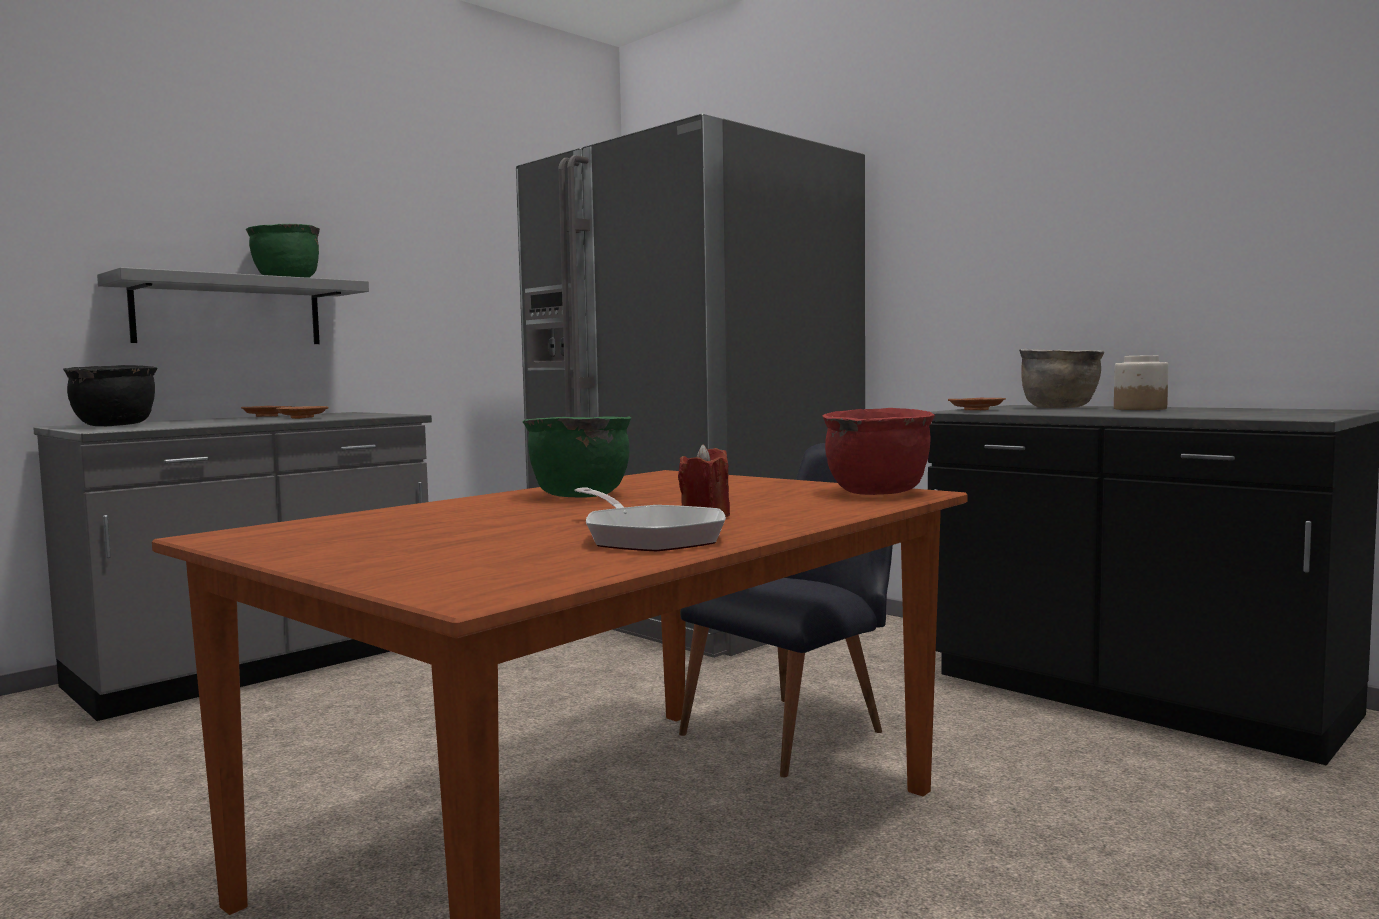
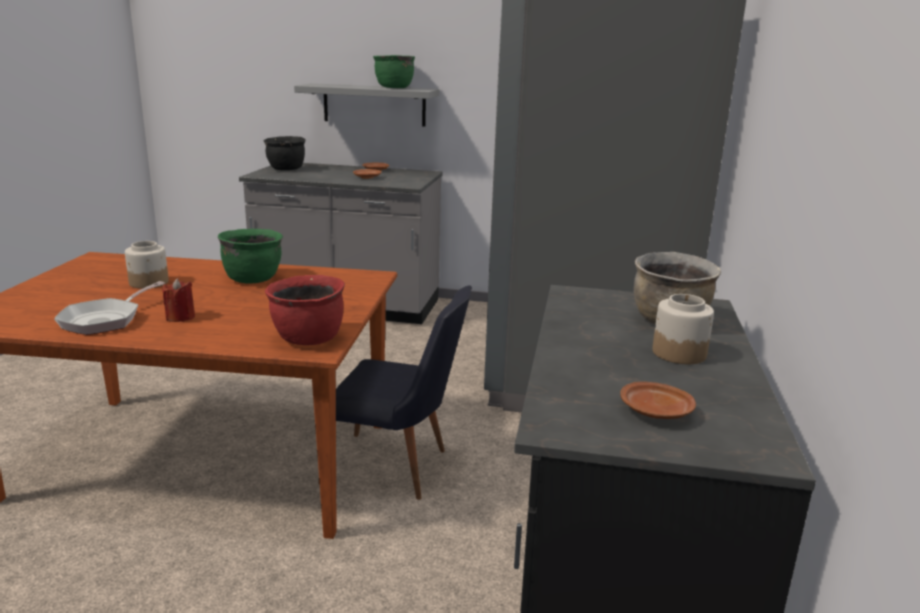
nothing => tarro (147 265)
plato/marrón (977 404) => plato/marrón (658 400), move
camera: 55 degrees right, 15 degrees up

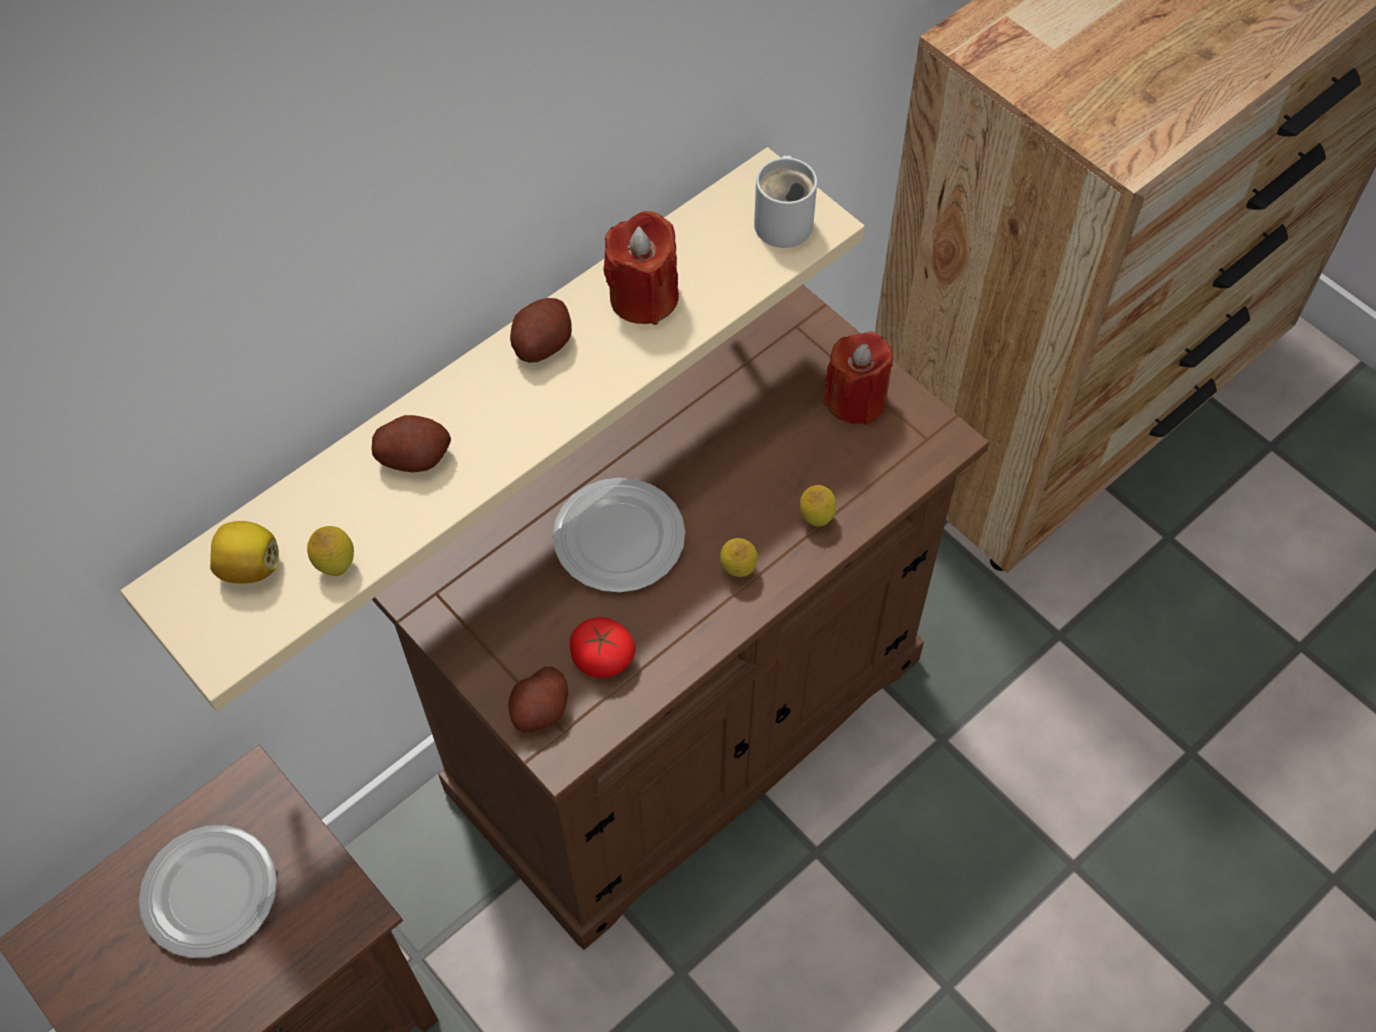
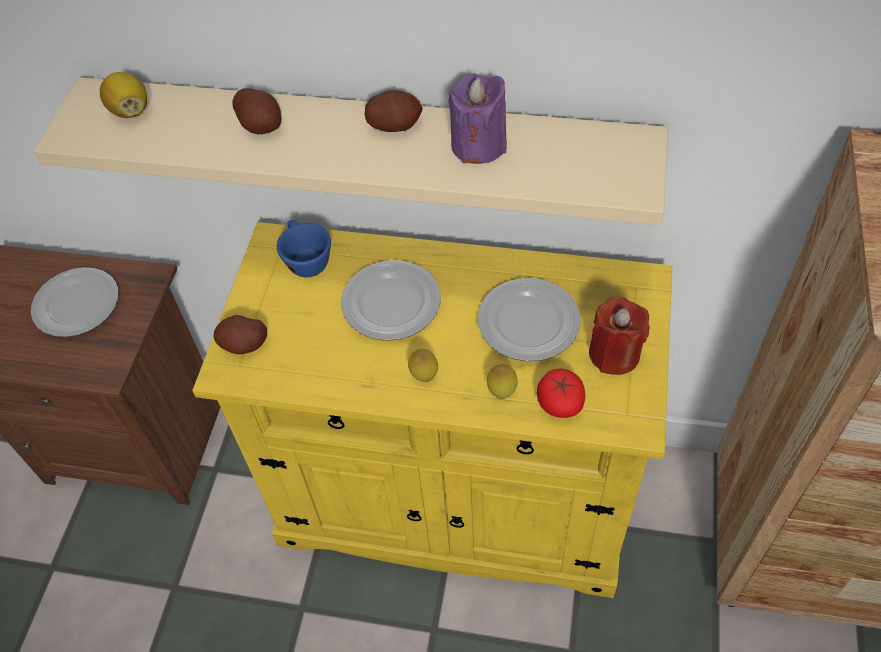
armario/marrón (681 617) => armario/amarillo (432 410)
nothing => taza/azul (304 248)
vela/rojo (641 268) => vela/morado (477 119)
nothing => plato (529 319)
tomate (603 647) => tomate (561 393), move
limón (330 551) => nothing
taza grande/blanco (785 202) => nothing
camera: 55 degrees right, 5 degrees down

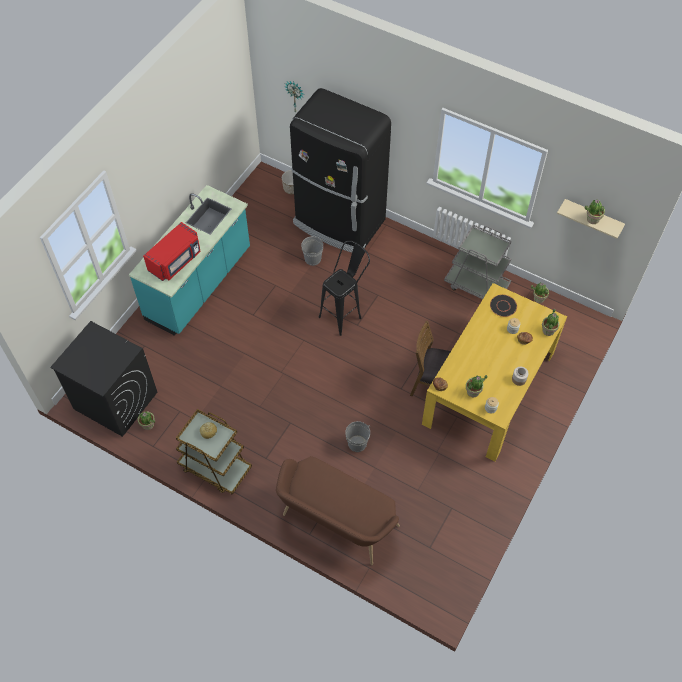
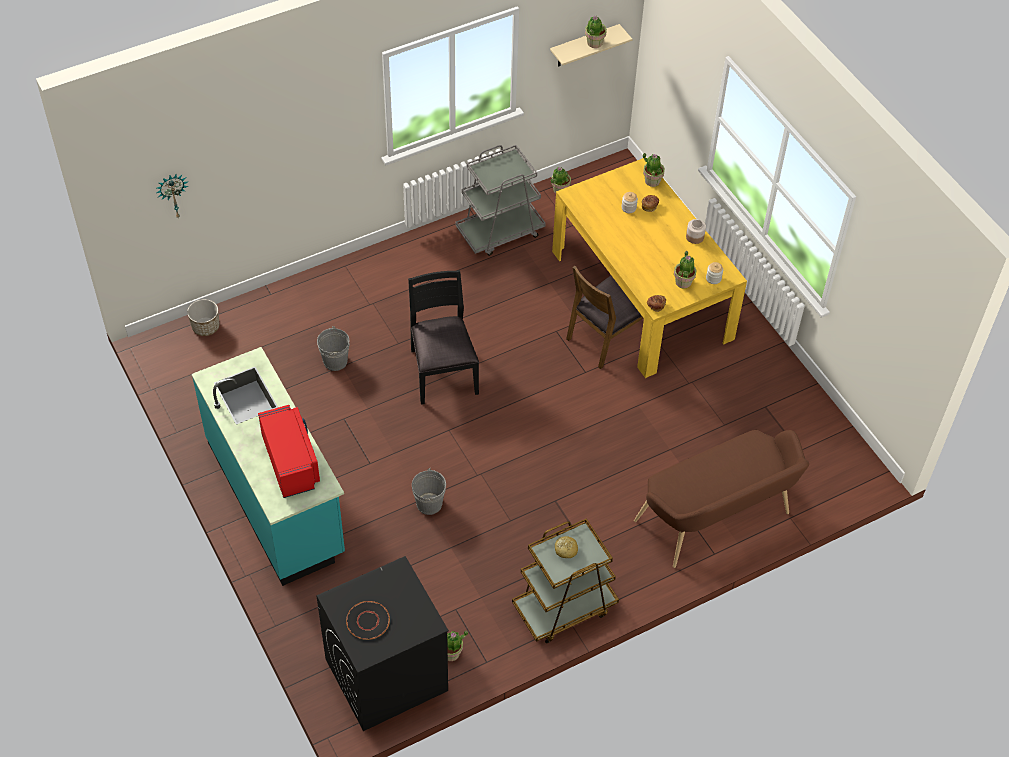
plato/negro (503 305) => plato/negro (368 620), move
taburete/negro (344 288) => silla/negro (443 337)
cubo/gris (357 436) => cubo/gris (429 491), move
nevera/negro (340 170) => nothing
camera: 60 degrees left, 5 degrees down

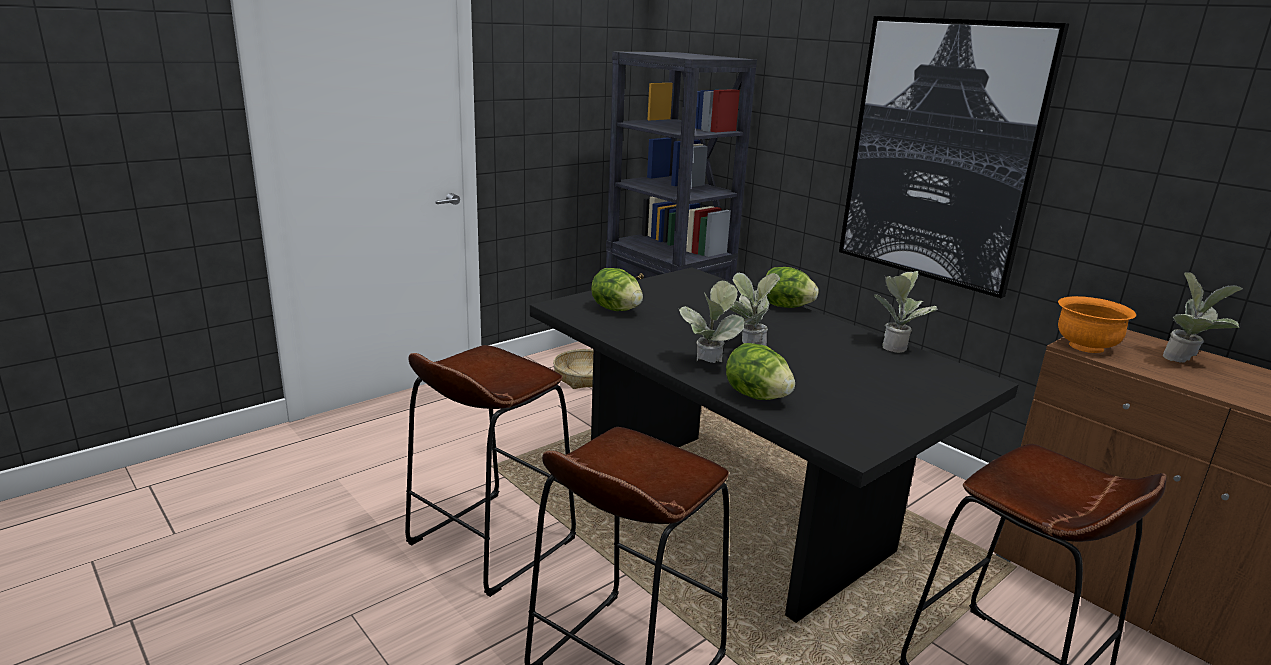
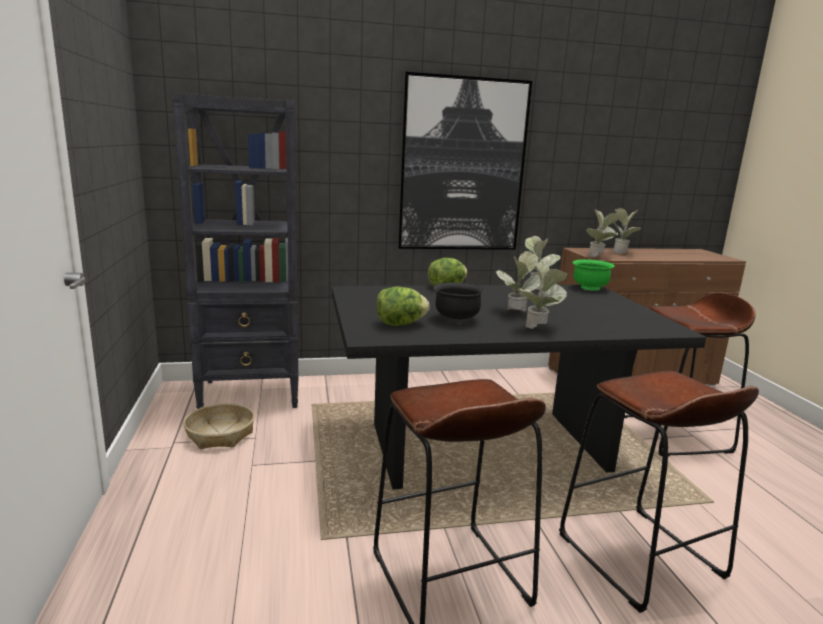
nothing => cuenco/negro (459 303)
nothing => cuenco/verde (593 275)
cuenco/naranja (1097 324) => planta en maceta (603 233)
lechuga (760 371) => nothing
camera: 60 degrees left, 5 degrees down

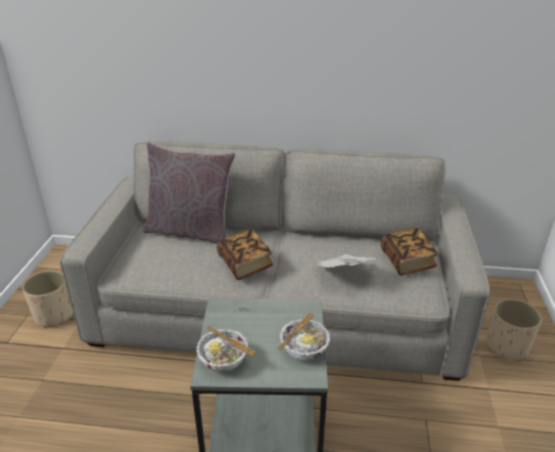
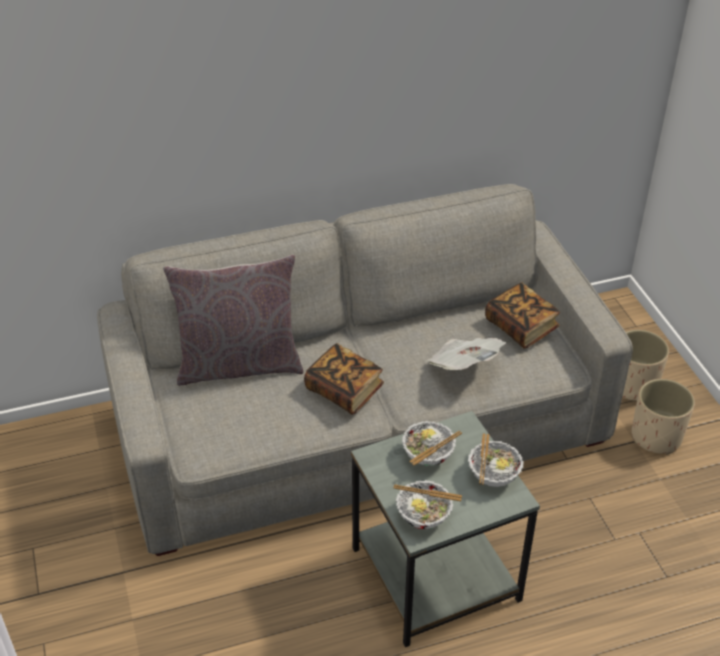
nothing => cuenco (432 443)
maceta/beis (47 299) => maceta/beis (663 417), move
camera: 25 degrees left, 10 degrees up

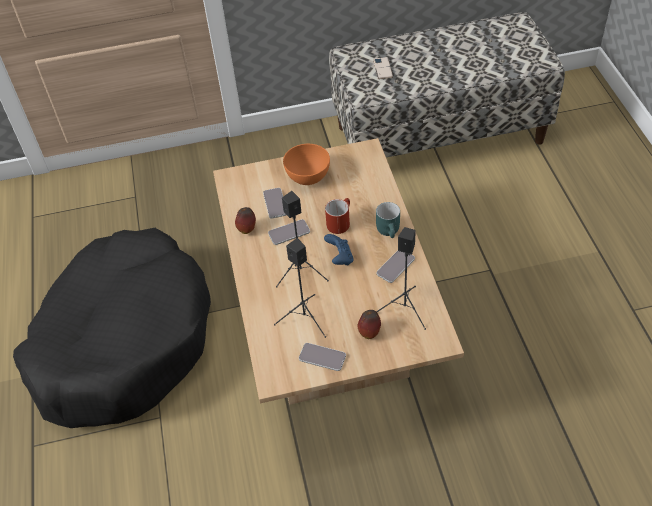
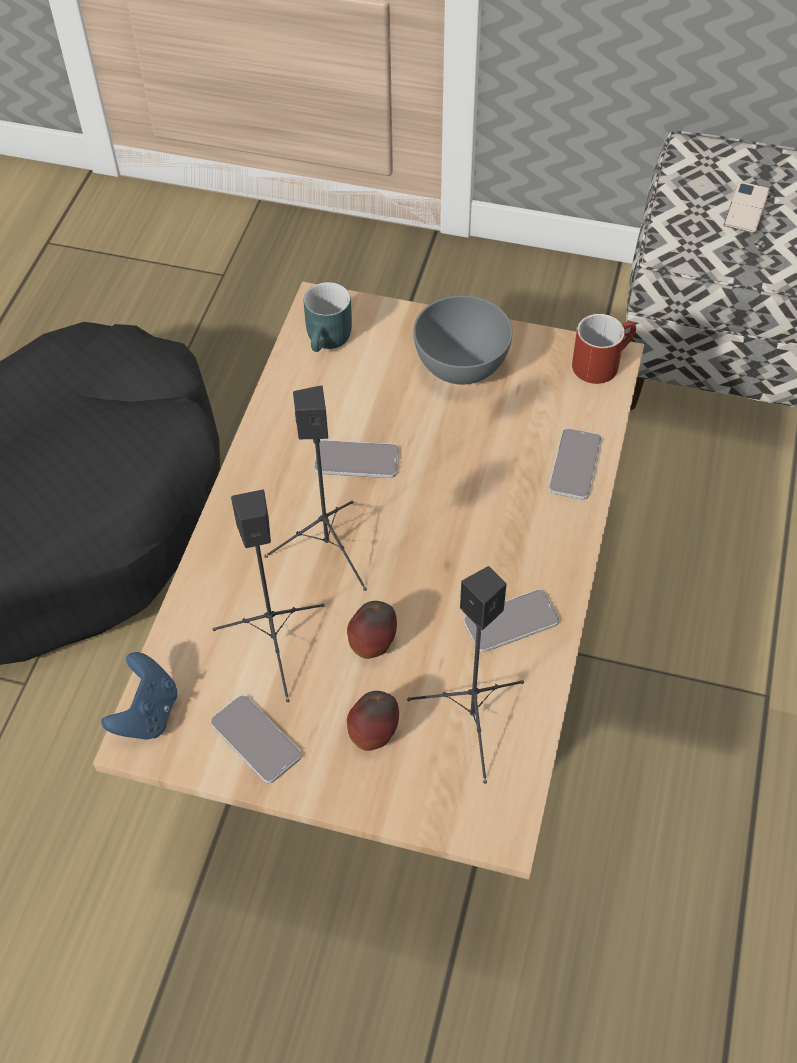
mando de consola/azul (339 249) => mando de consola/azul (139 696), move
taza grande/turquesa (388 220) => taza grande/turquesa (328 317), move
manzana (245 220) => manzana (372 630), move
cuenco/naranja (306 164) => cuenco/gris (463 340)
móvil (274 203) => móvil (575 464), move
taza grande/rojo (337 216) => taza grande/rojo (604 349), move
camera: 25 degrees right, 5 degrees up

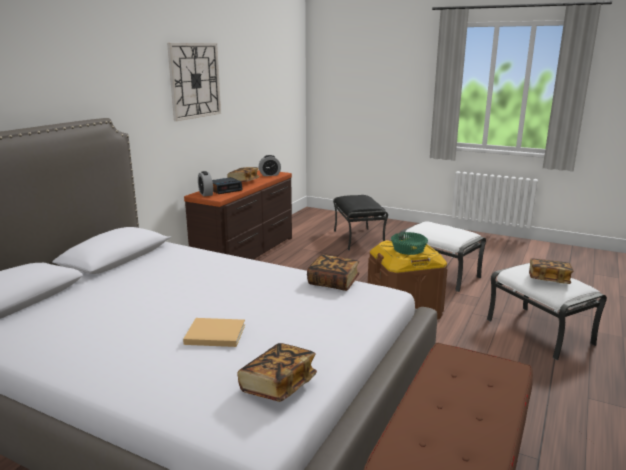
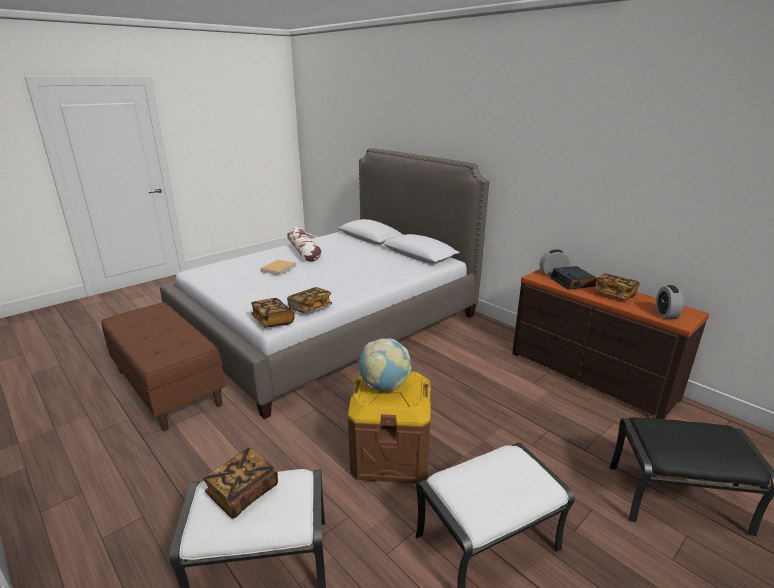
libro (277 372) => libro (273 313), move
nothing => cojín (304 244)
cuenco/verde (409 243) => globo terráqueo (385 364)
reloj de pared (194 82) => nothing
camera: 110 degrees right, 5 degrees up

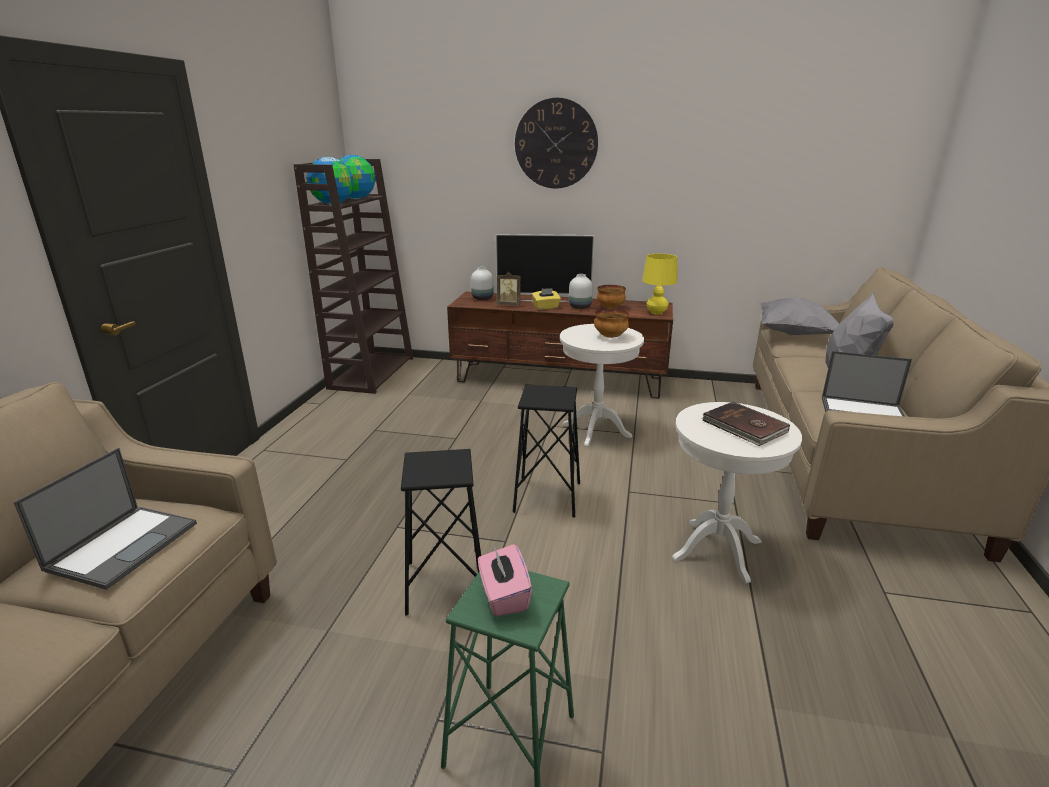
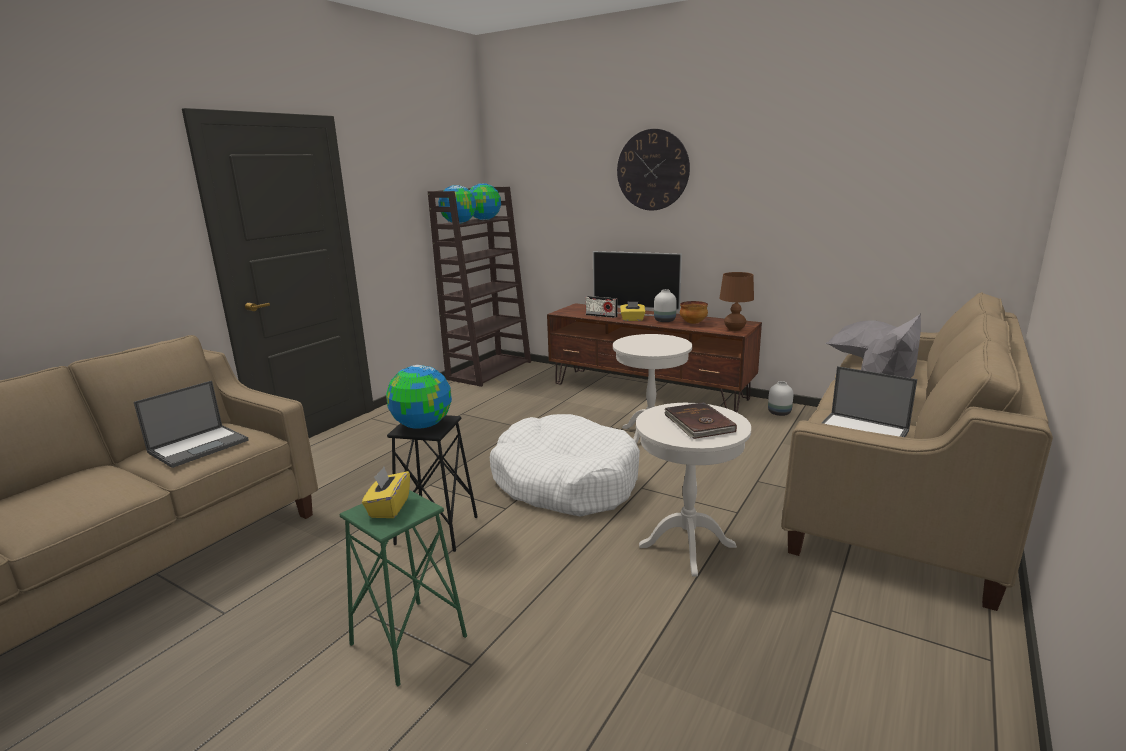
caja de pañuelos/rosa (505 580) => caja de pañuelos/amarillo (386 492)
nothing => globo terráqueo (419 397)
taburete/negro (546 451) => cama para perro/blanco (565 465)
portarretratos (509 289) => radio (601 307)
lámpara de mesa/amarillo (659 284) => lámpara de mesa/marrón (736 301)
florero/blanco (482 283) => florero/blanco (780 398), move
cuenco (611 323) => nothing
camera: 20 degrees right, 5 degrees down

